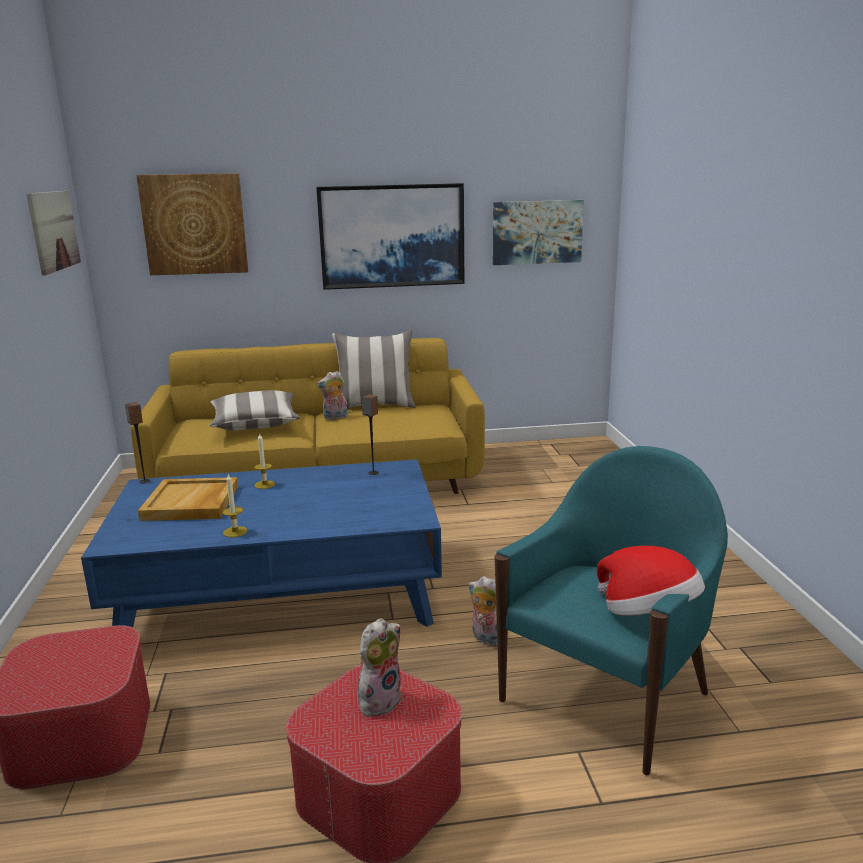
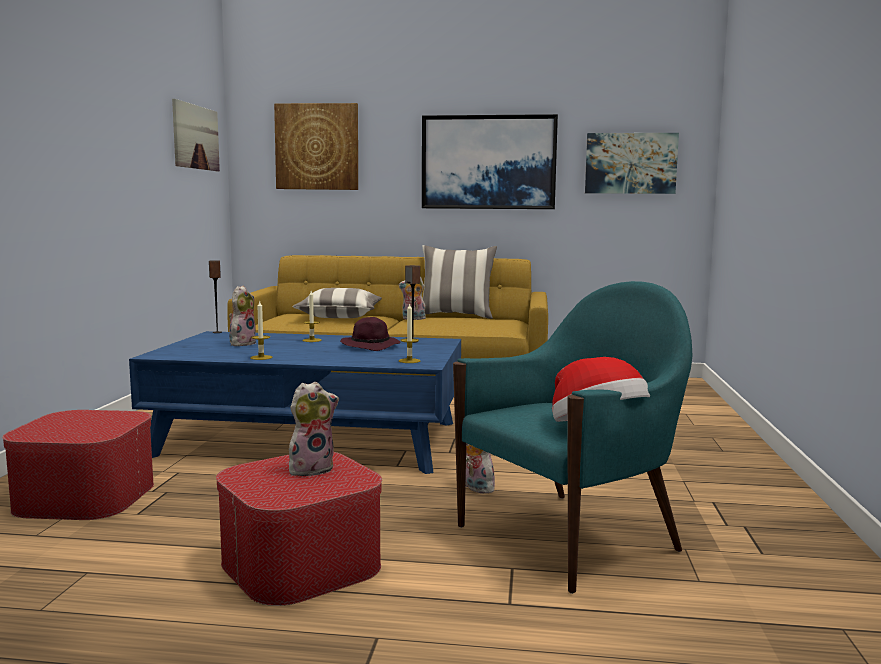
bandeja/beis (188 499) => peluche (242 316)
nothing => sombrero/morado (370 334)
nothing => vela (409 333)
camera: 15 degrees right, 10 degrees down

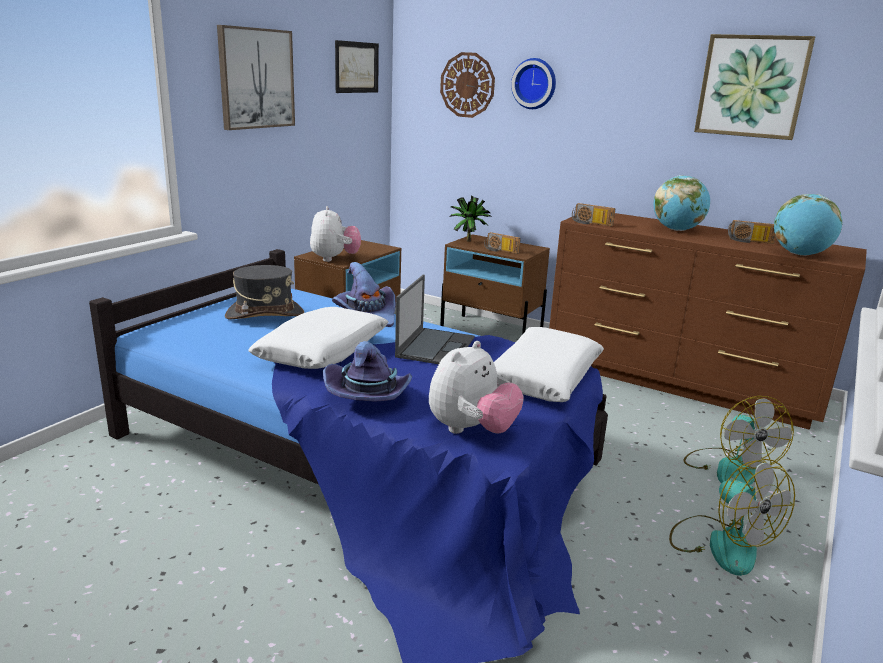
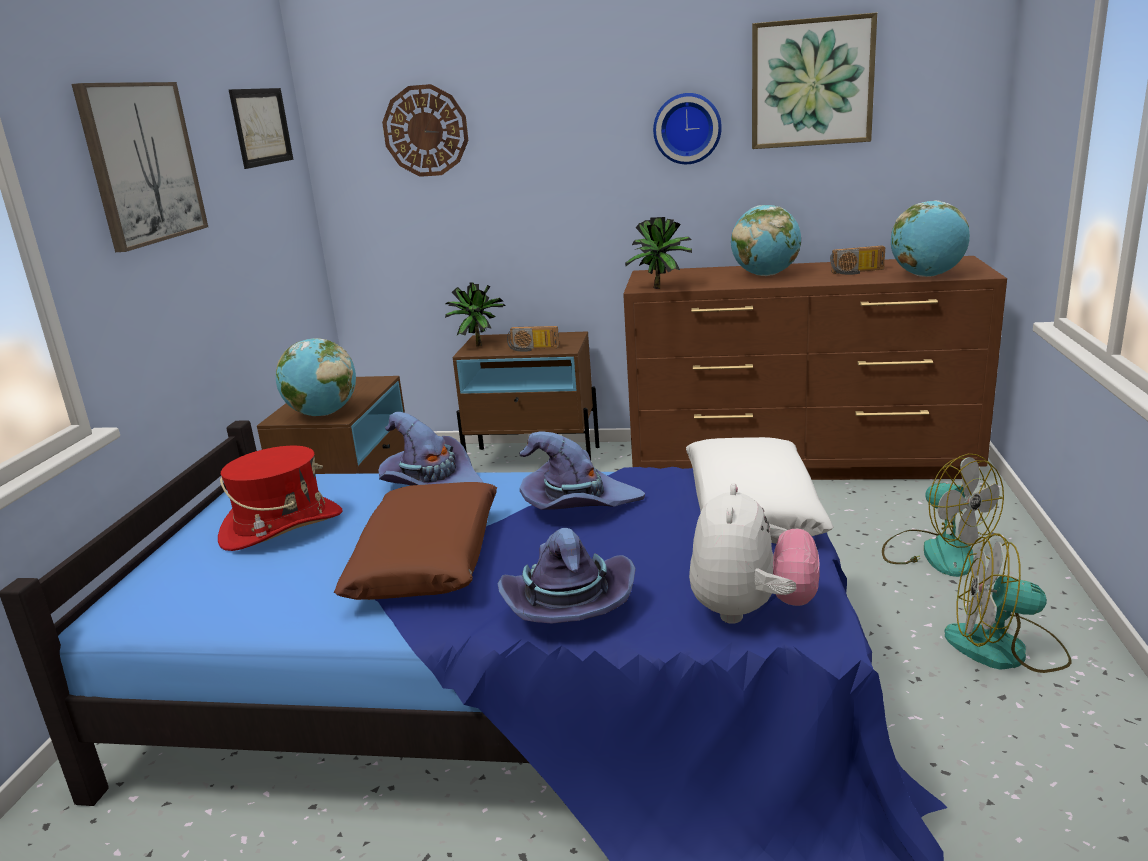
sombrero/gris (264 292) => sombrero/rojo (280 498)
peluche (335 234) => globo terráqueo (316 377)
cojín/blanco (318 338) => cojín/marrón (415 541)
portátil (435 319) => sombrero/morado (582 470)
radio (593 214) => planta en maceta (658 253)
reloj de pared (533 83) => reloj de pared (687 128), move
ventilador (732 517) => ventilador (1008 603), 150 degrees clockwise
camera: 20 degrees left, 0 degrees up

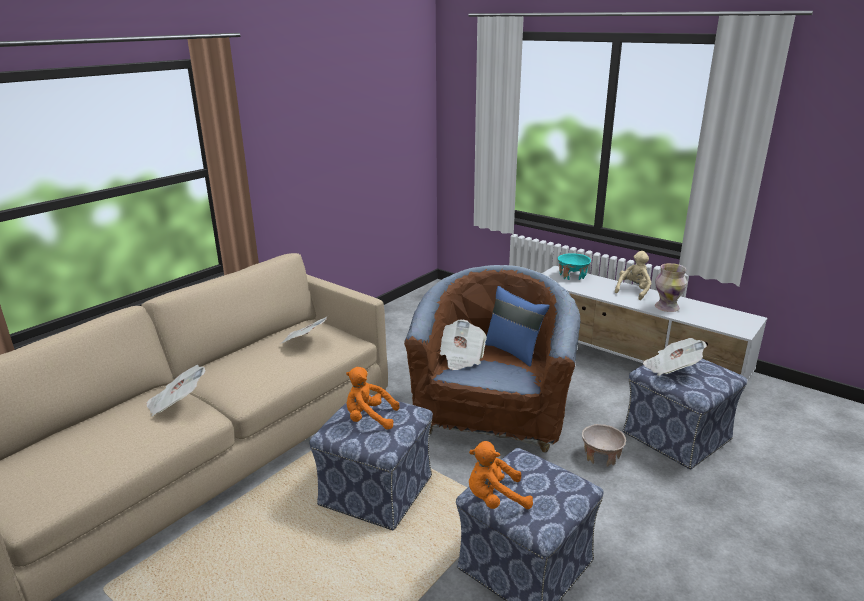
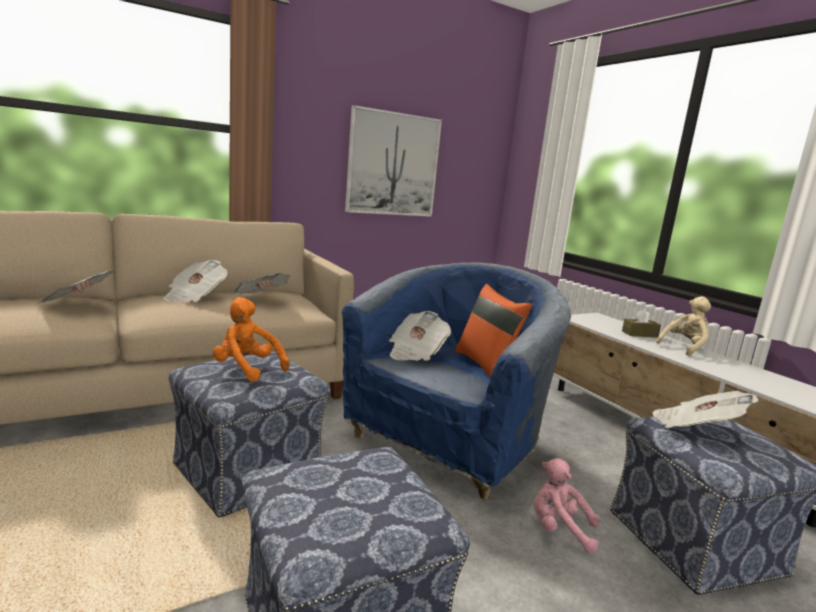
nothing => periódico (195 281)
sillón/marrón (492 359) => sillón/azul (456 380)
nothing => cuadro (393 161)
cojín/azul (517 326) => cojín/naranja (493 331)
cuenco/beis (604 445) => peluche/rosa (567 505)
nothing => caja de pañuelos/marrón (641 323)
peluche/naranja (501 475) => nothing
cuenco/turquesa (574 266) => nothing
florero (671 287) => nothing
camera: 20 degrees right, 10 degrees down

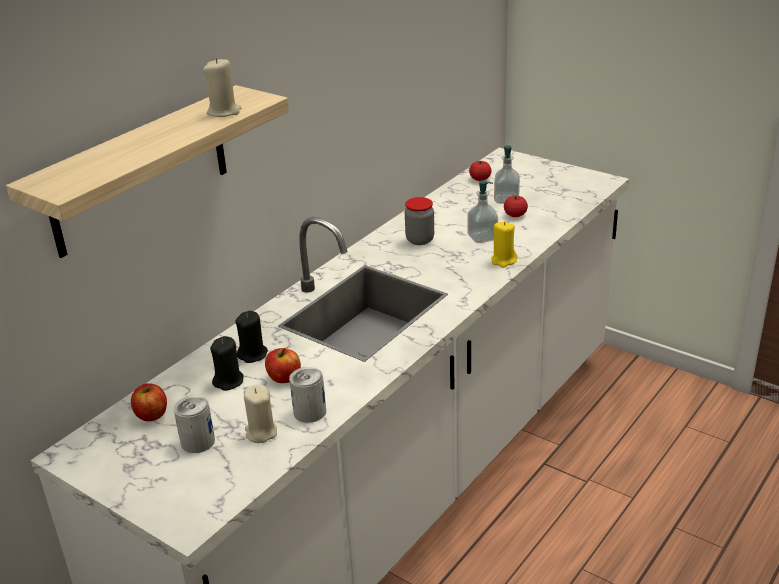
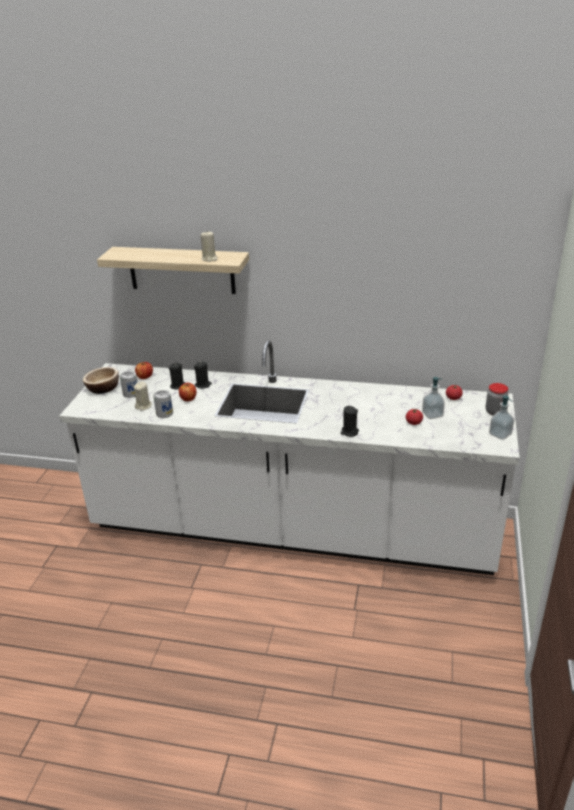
nothing => cuenco (101 380)
vela/amarillo (504 245) => vela/negro (350 421)
tarro (419 221) => tarro (497 399), move
dispensador de jabón (482 211) => dispensador de jabón (501 417), move
camera: 65 degrees right, 0 degrees up

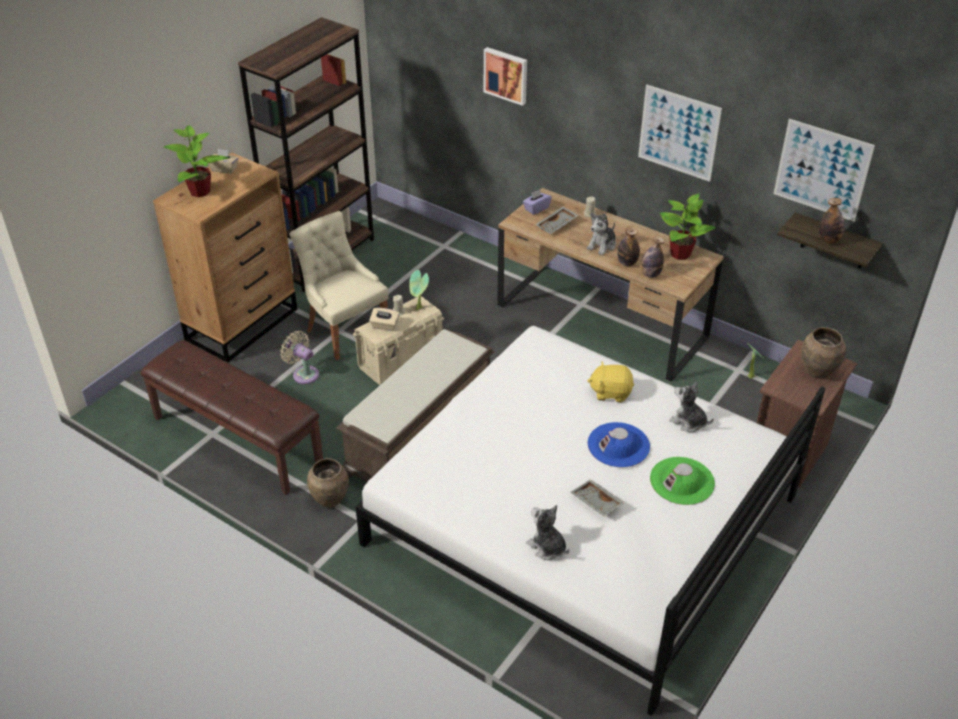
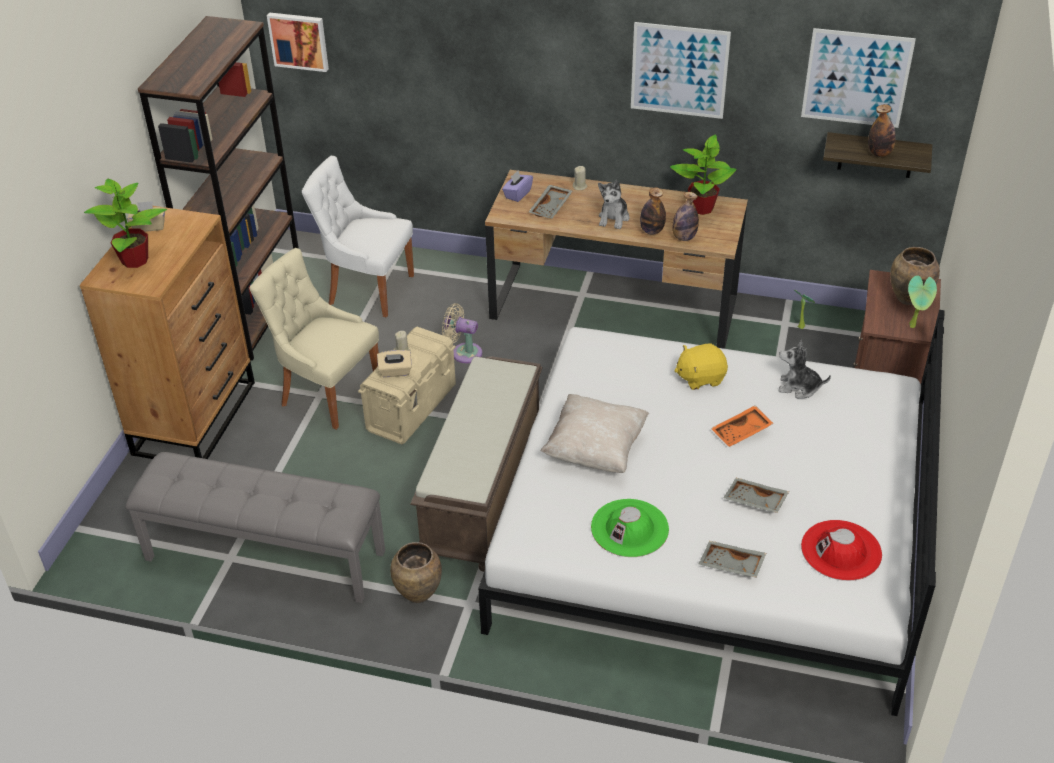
banco/marrón (231 417) => banco/gris (255 527)
cuadro (505 76) => cuadro (298 42), move
nothing => silla/blanco (358 236)
ventilador/beis (299 357) => ventilador/beis (462 333), move
nothing => cojín/beis (595 433)
sombrero/verde (682 481) => sombrero/verde (630 528), move
peluche (547 532) => bandeja/gris (732 559)
sombrero/azul (619 445) => bandeja/naranja (742 426)
nothing => sombrero/rojo (841 550)
planta en maceta (419 290) => planta en maceta (922 302), move
camera: 20 degrees left, 0 degrees up

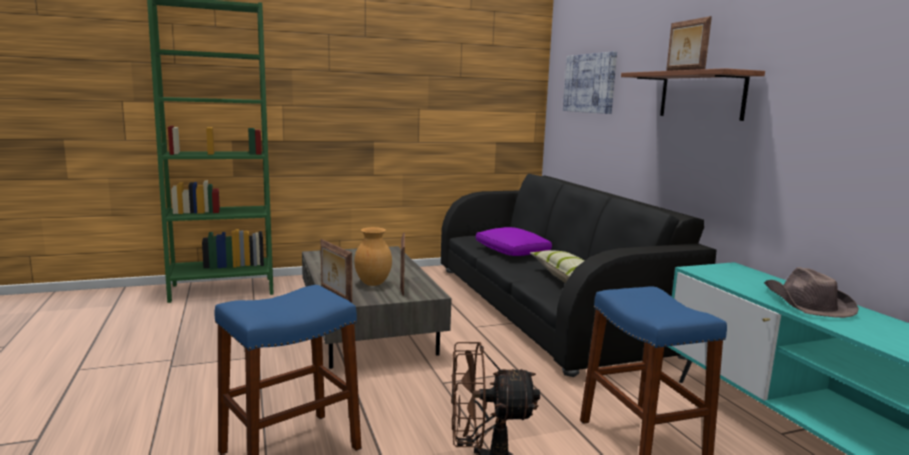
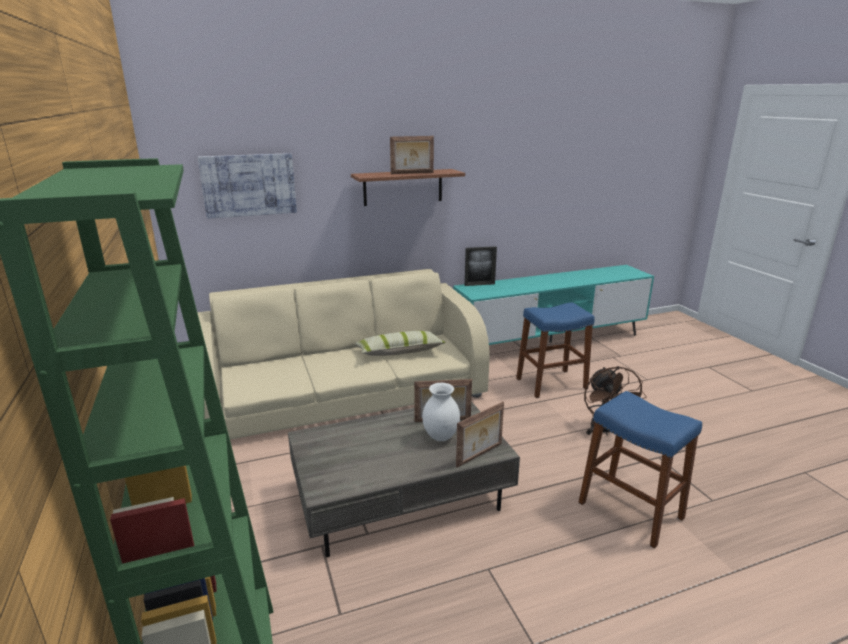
sofá/negro (578 275) => sofá/beis (343 354)
florero/marrón (373 256) => florero/blanco (441 412)
nothing => portarretratos (481 266)
cojín/morado (514 241) => nothing
sombrero/marrón (811 292) => nothing
camera: 90 degrees left, 10 degrees up

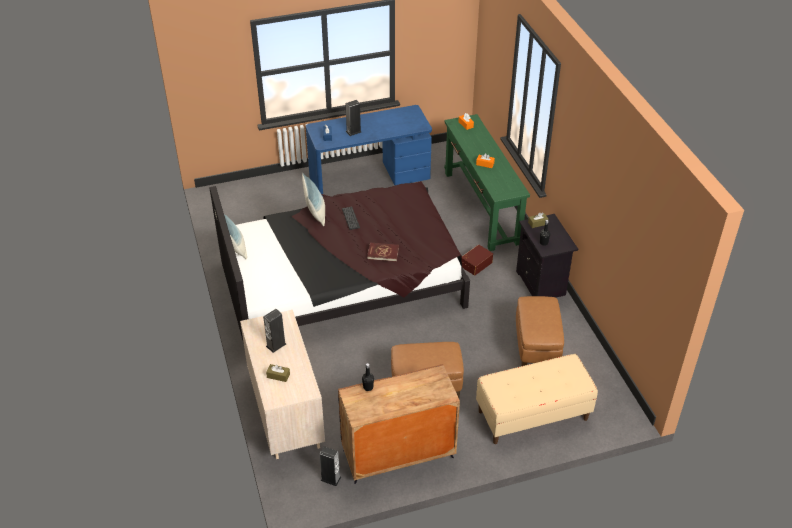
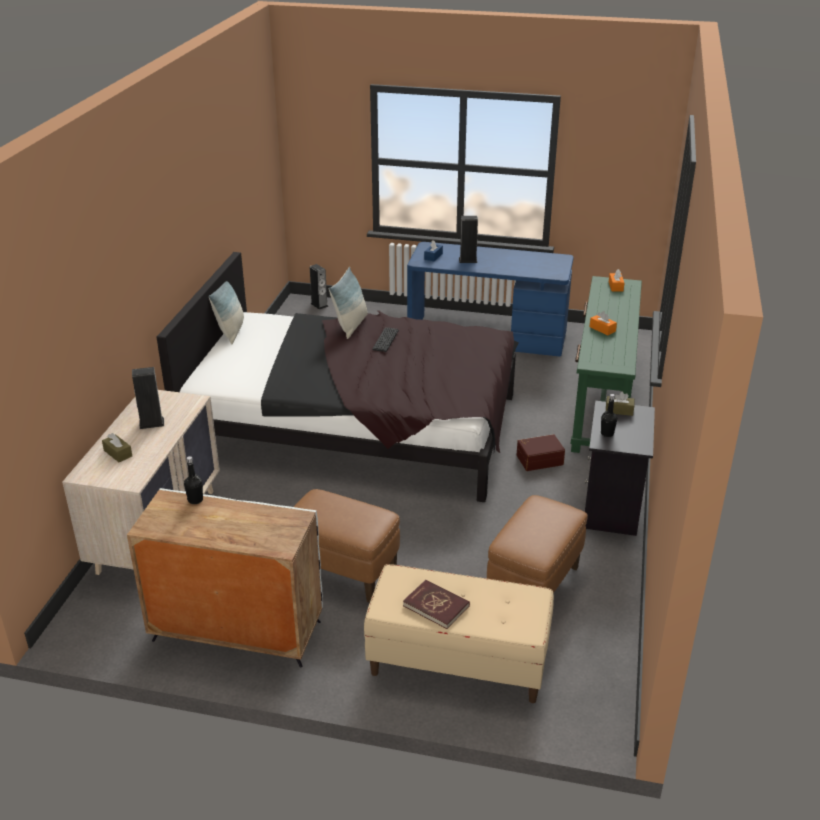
armario/marrón (399 424) => armario/blanco (225 577)
altavoz (330 466) => altavoz (319 287), move
libro/rojo (383 252) => libro/rojo (436 604), move
camera: 30 degrees right, 10 degrees down

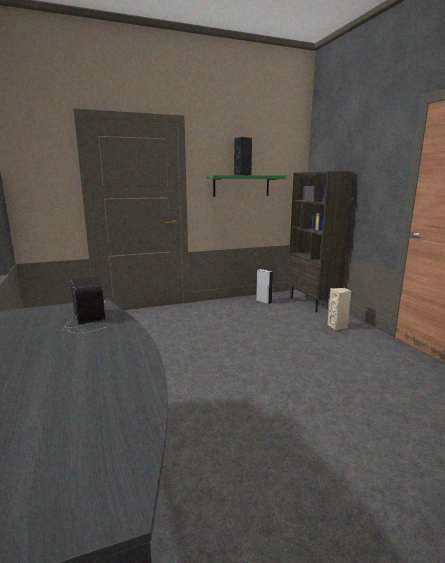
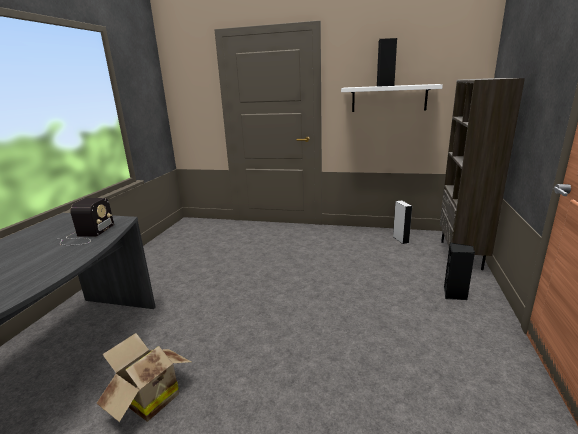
nothing => caja de cartón (143 377)
estante/verde (246 186) => estante/blanco (392 98)
altavoz/beis (339 309) => altavoz/negro (459 271)
camera: 35 degrees right, 5 degrees up

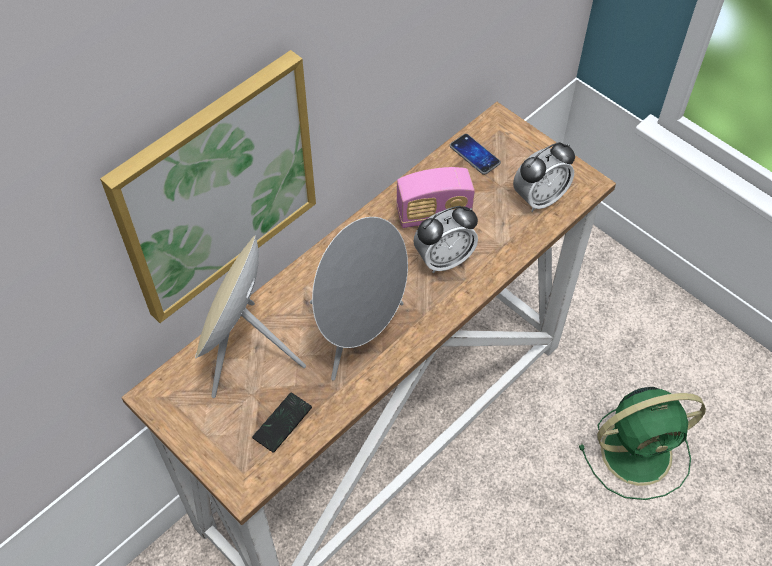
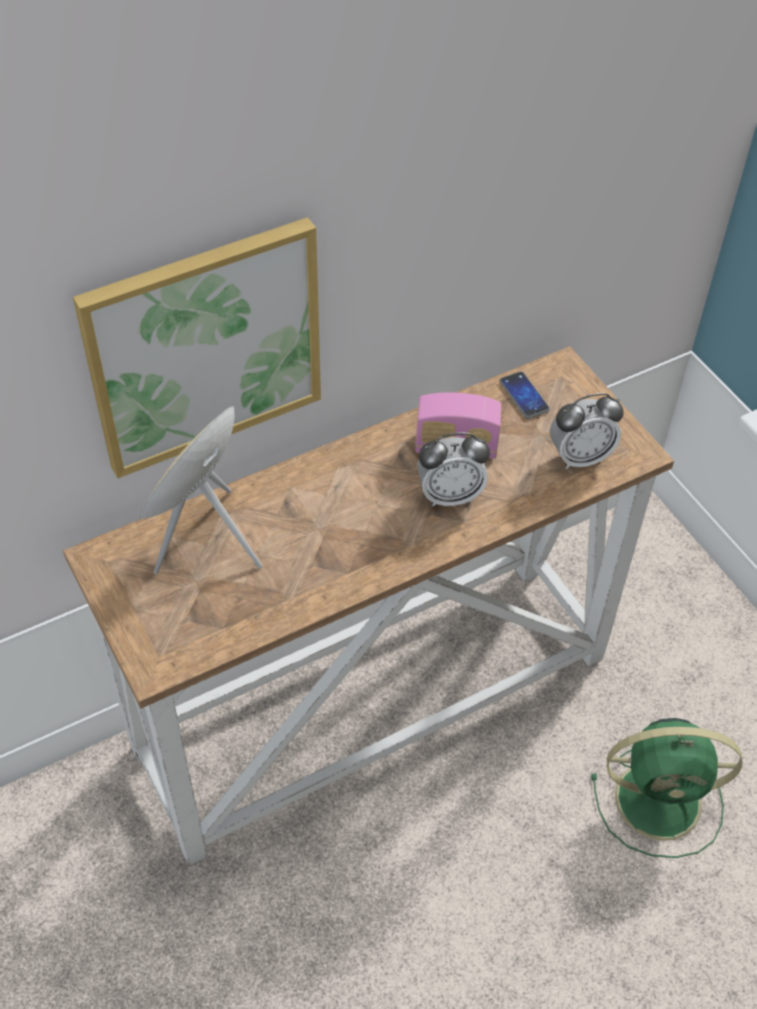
móvil (282 423) => nothing
altavoz/gris (359 299) => nothing
camera: 15 degrees right, 5 degrees down

